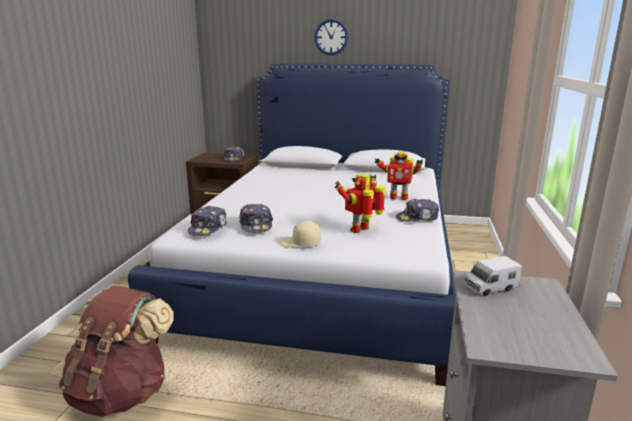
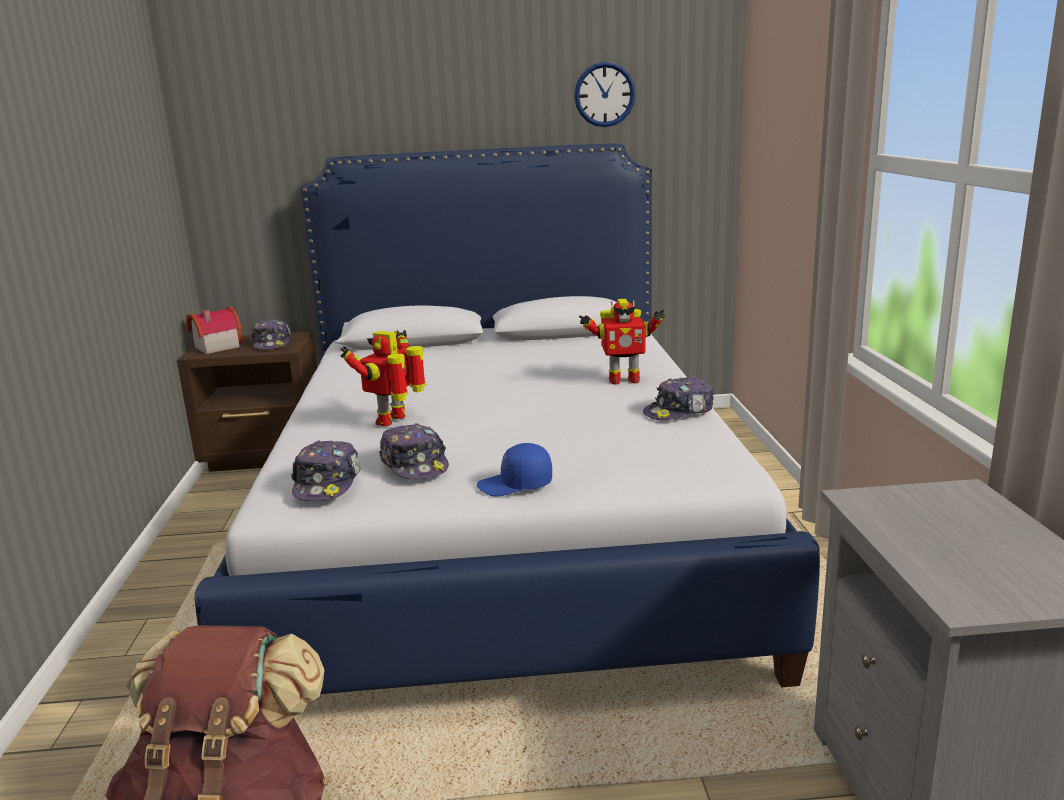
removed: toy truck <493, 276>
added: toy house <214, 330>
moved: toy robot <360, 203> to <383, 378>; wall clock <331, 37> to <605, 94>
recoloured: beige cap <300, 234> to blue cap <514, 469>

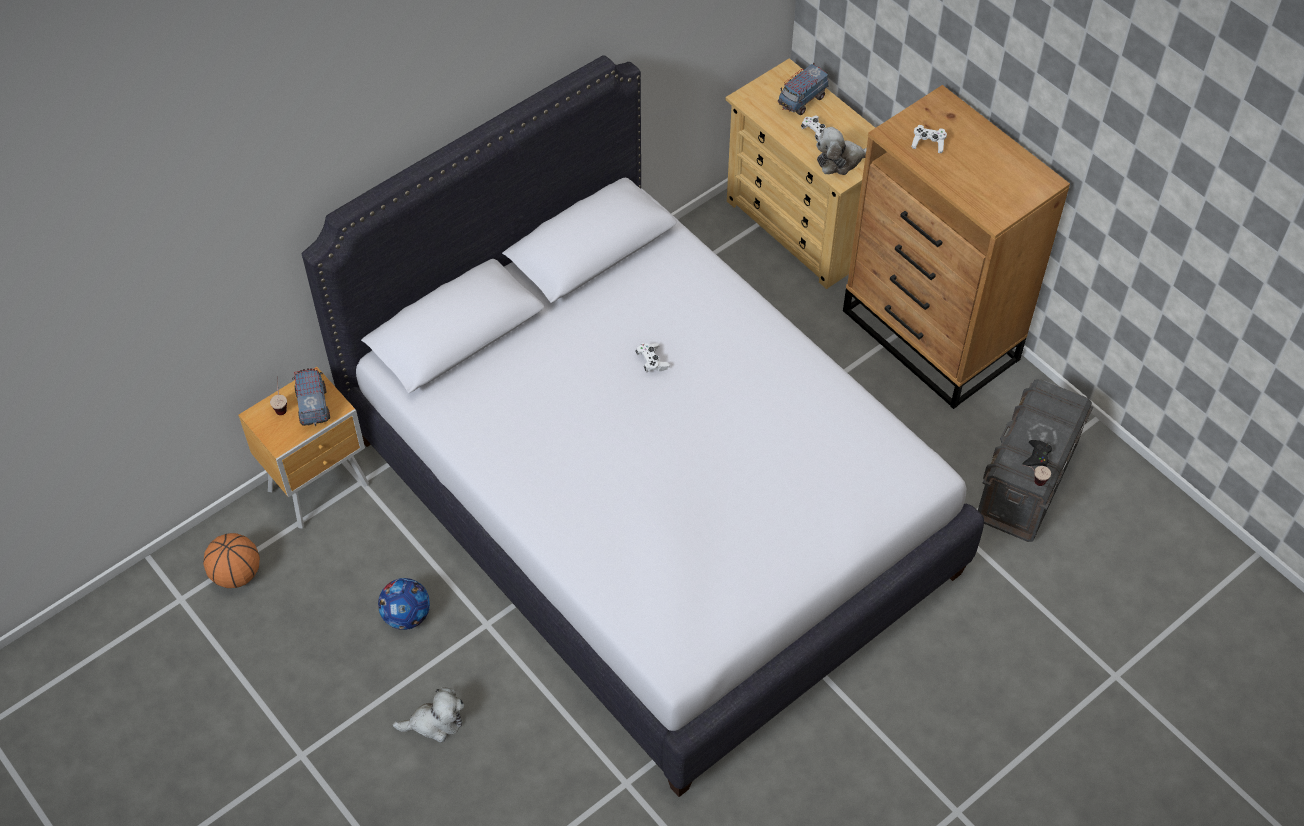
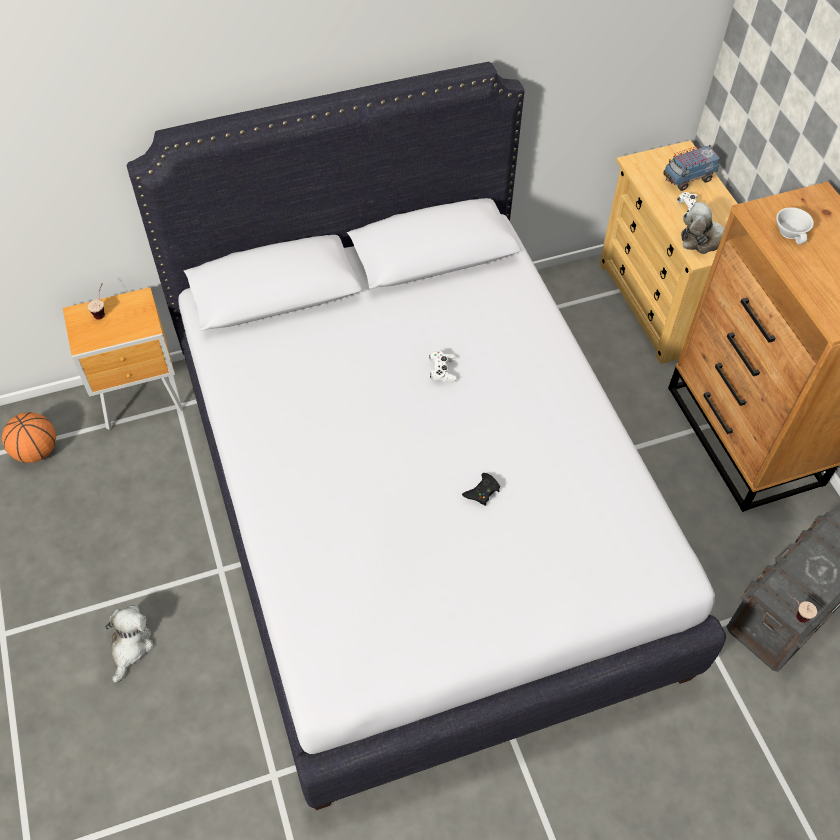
removed: toy truck <311, 397>; football <404, 604>
moved: black game controller <1037, 453> to <481, 489>
replaced: white game controller <929, 139> to white cup <795, 225>
turned: plush toy <428, 714> = <129, 644> 90 degrees counterclockwise

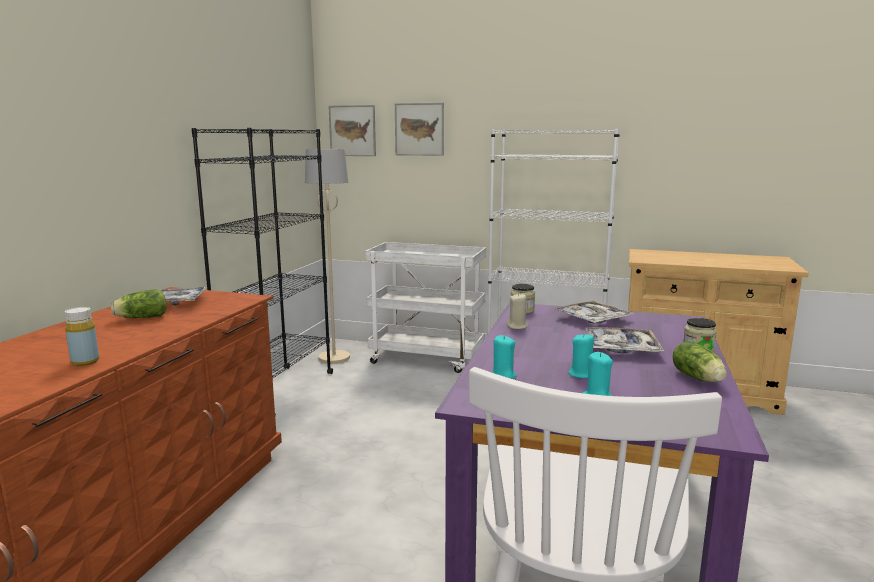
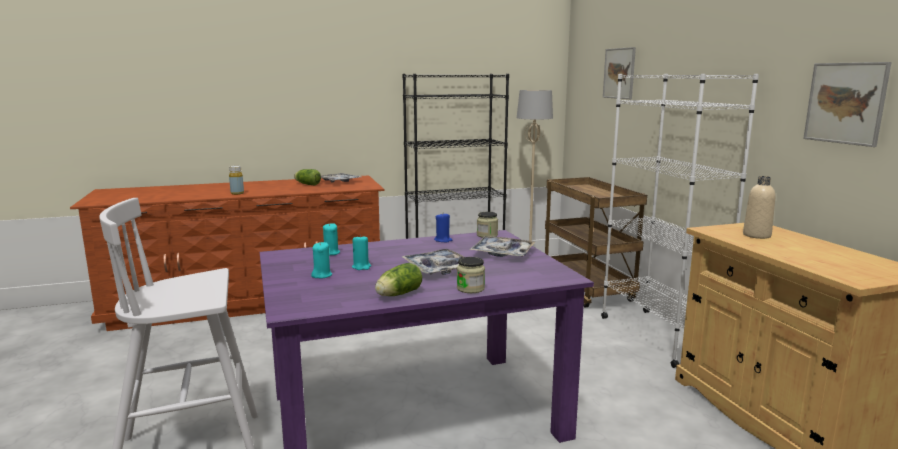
added: beige bottle <759, 207>
moved: picture <352, 130> to <847, 104>
recoloured: beige candle <517, 311> to blue candle <443, 228>; white cart <425, 307> to brown cart <596, 242>

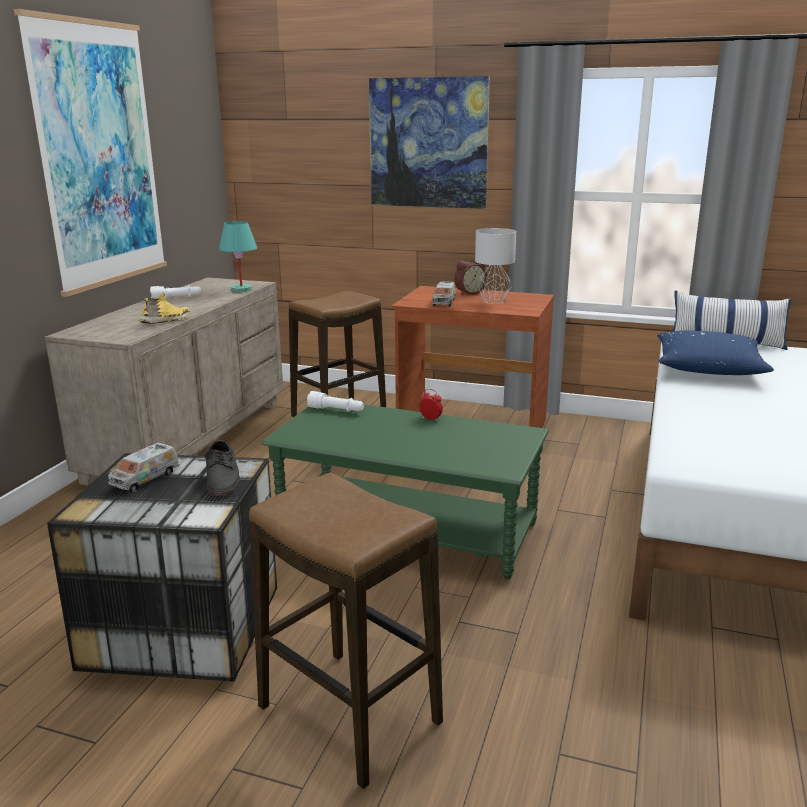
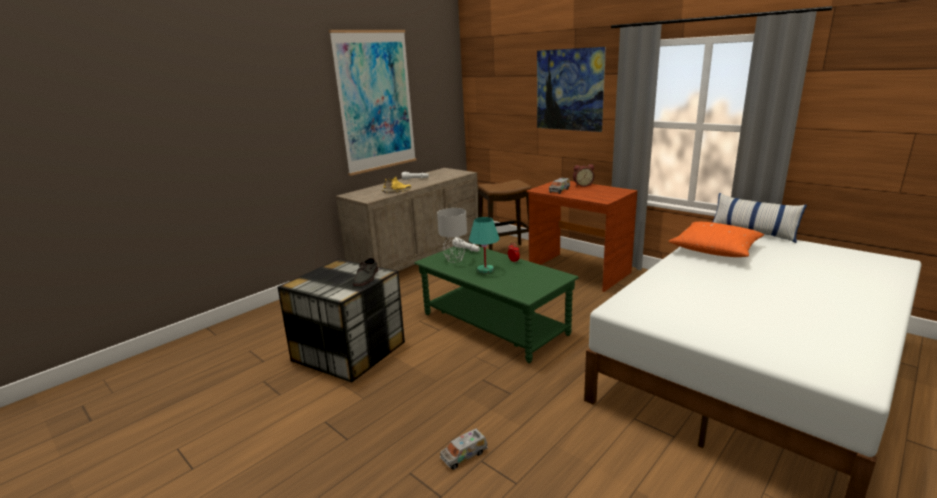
removed: stool <346, 630>
moved: grey table lamp <495, 266> to <452, 235>; toy truck <143, 468> to <464, 449>; turquoise table lamp <238, 256> to <484, 245>
recoloured: blue pillow <715, 353> to orange pillow <716, 239>

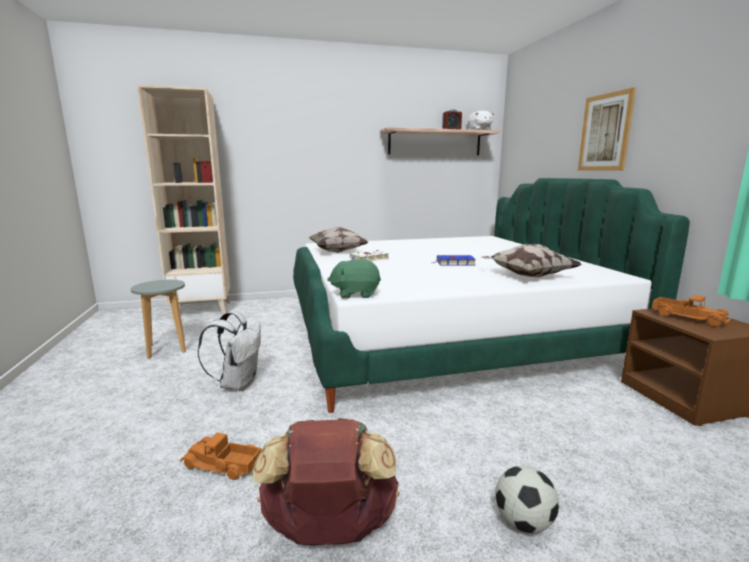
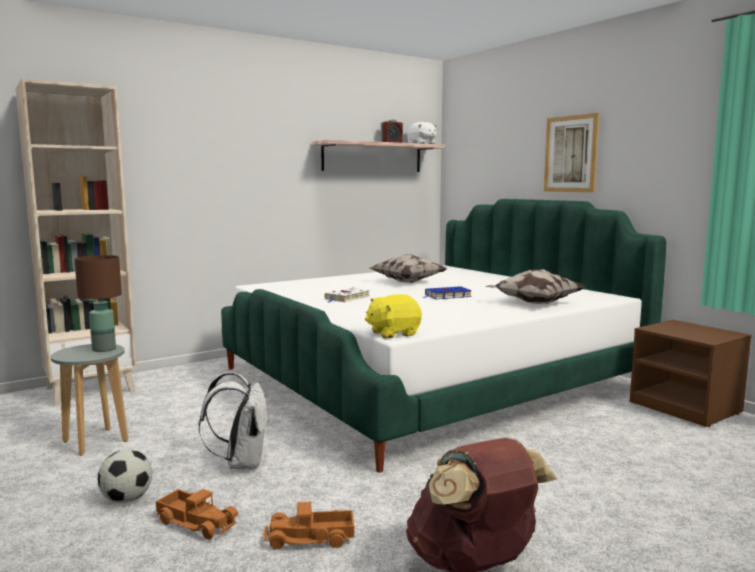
added: brown table lamp <98, 303>
moved: football <527, 499> to <125, 476>; toy truck <691, 311> to <197, 514>; pillow <338, 240> to <408, 268>
recoloured: green plush toy <354, 278> to yellow plush toy <393, 316>

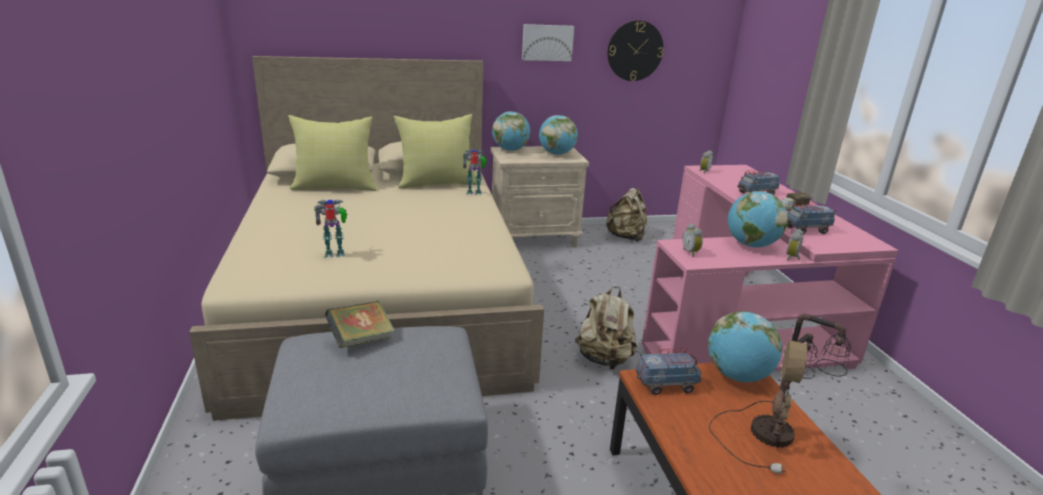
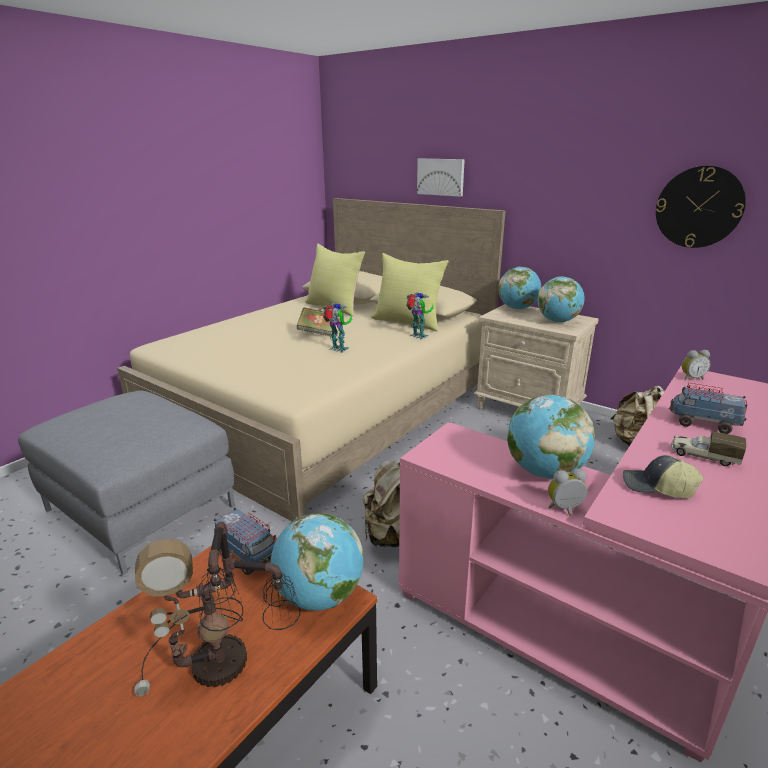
removed: alarm clock <692, 240>
moved: book <360, 324> to <317, 322>; toy robot <330, 228> to <337, 328>; picture <548, 42> to <441, 178>
replaced: toy truck <811, 218> to cap <663, 476>

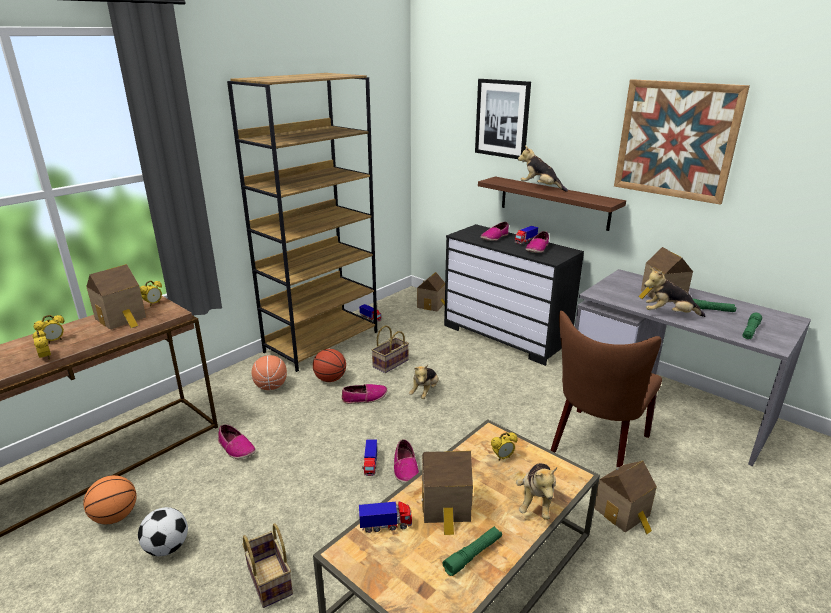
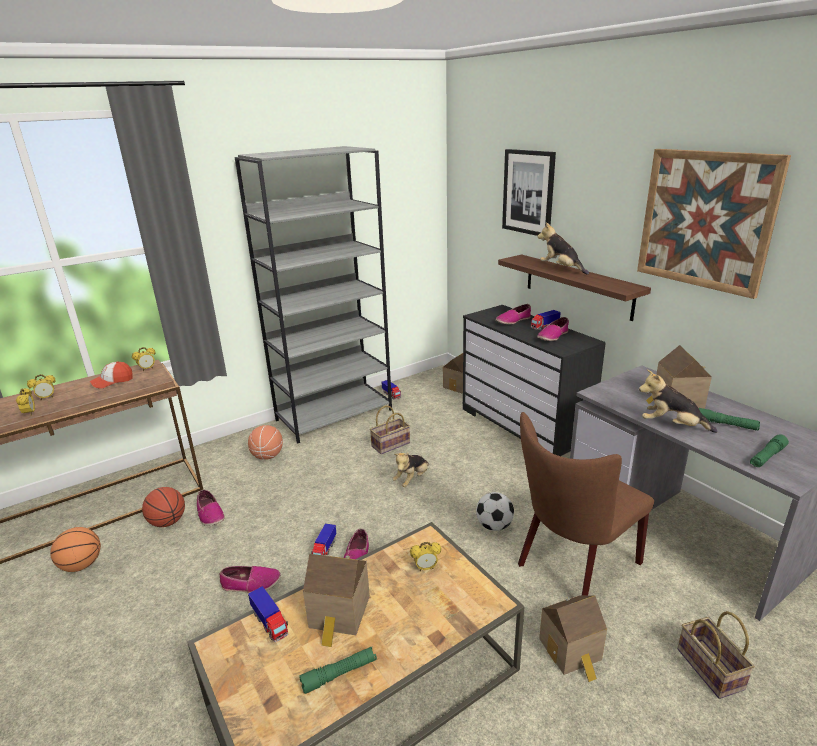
removed: plush toy <536, 491>
moved: basketball <329, 365> to <163, 507>; shoe <364, 394> to <250, 579>; football <163, 531> to <495, 511>; basket <267, 565> to <716, 655>
replaced: toy house <116, 297> to cap <111, 375>
recoloured: brown bookcase <302, 222> to grey bookcase <313, 295>
turned: toy truck <385, 517> = <268, 614> 45 degrees clockwise

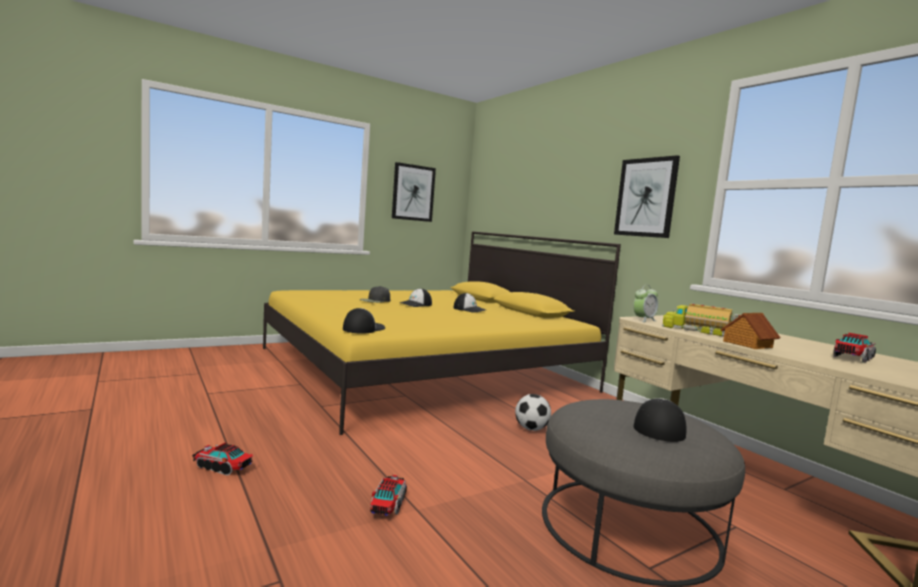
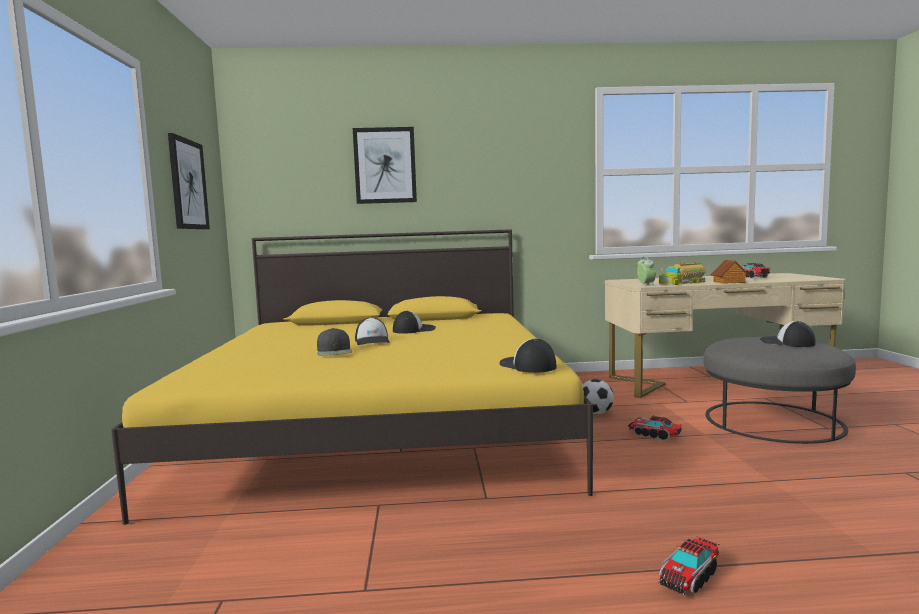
moved: picture <647, 196> to <385, 165>; toy truck <388, 495> to <655, 428>

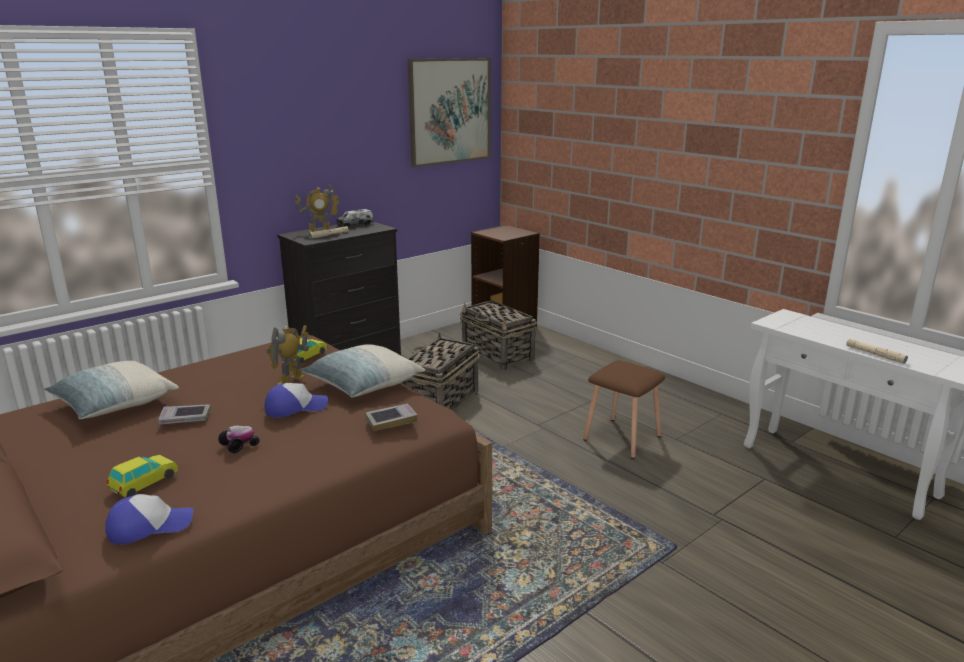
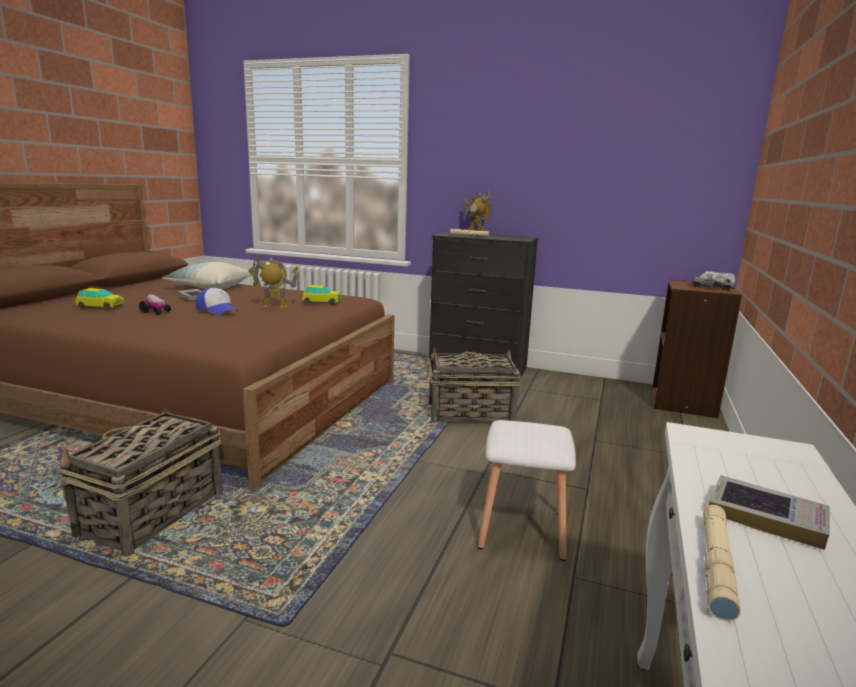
removed: cap <149, 519>; pillow <362, 371>; picture <449, 112>
moved: basket <498, 335> to <140, 480>; toy truck <355, 218> to <713, 280>; book <391, 417> to <769, 512>
recoloured: brown stool <624, 409> to white stool <527, 490>

